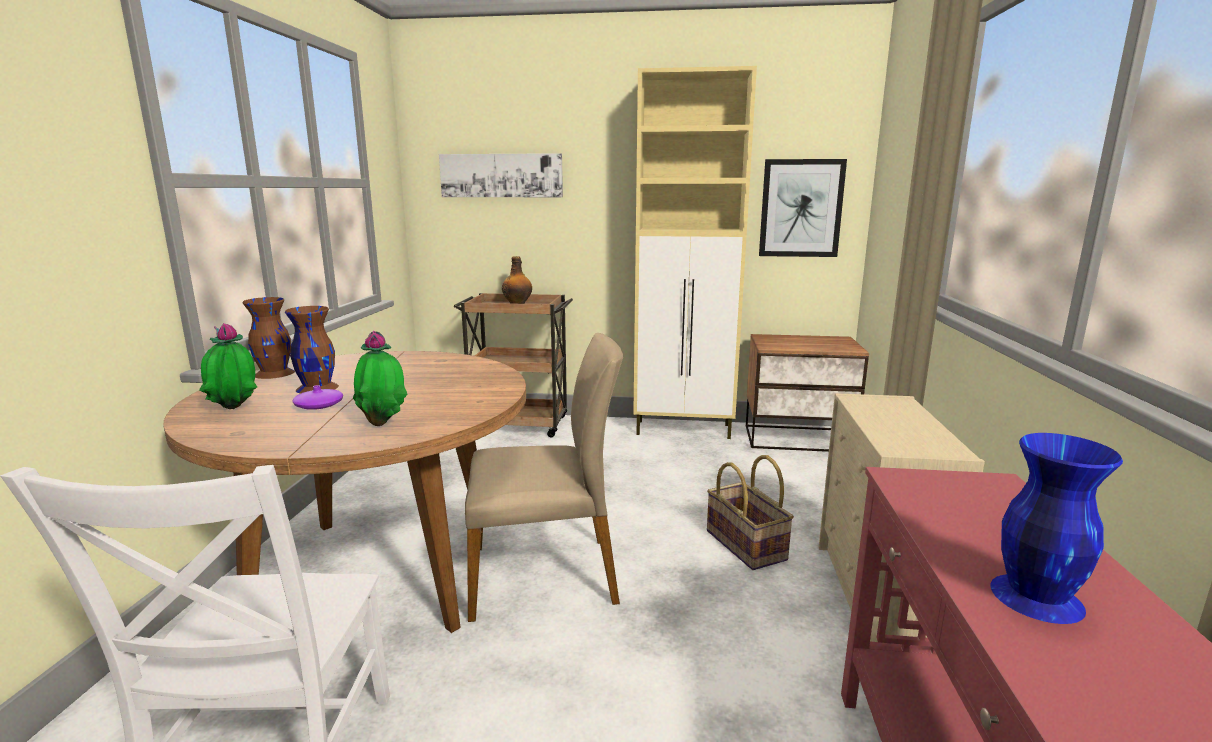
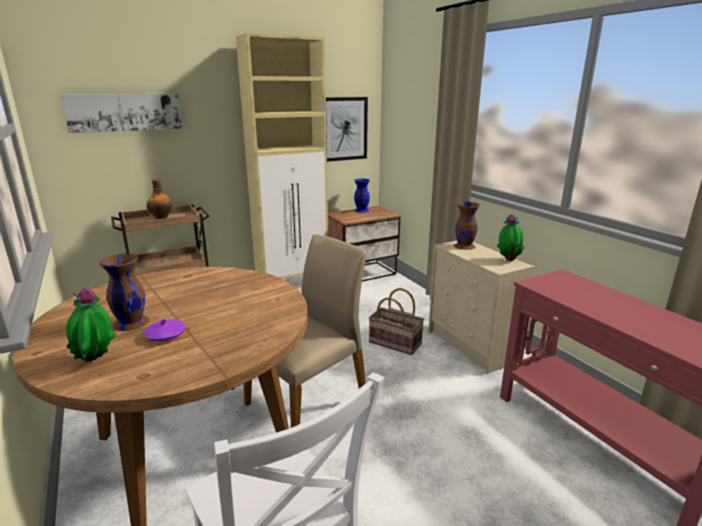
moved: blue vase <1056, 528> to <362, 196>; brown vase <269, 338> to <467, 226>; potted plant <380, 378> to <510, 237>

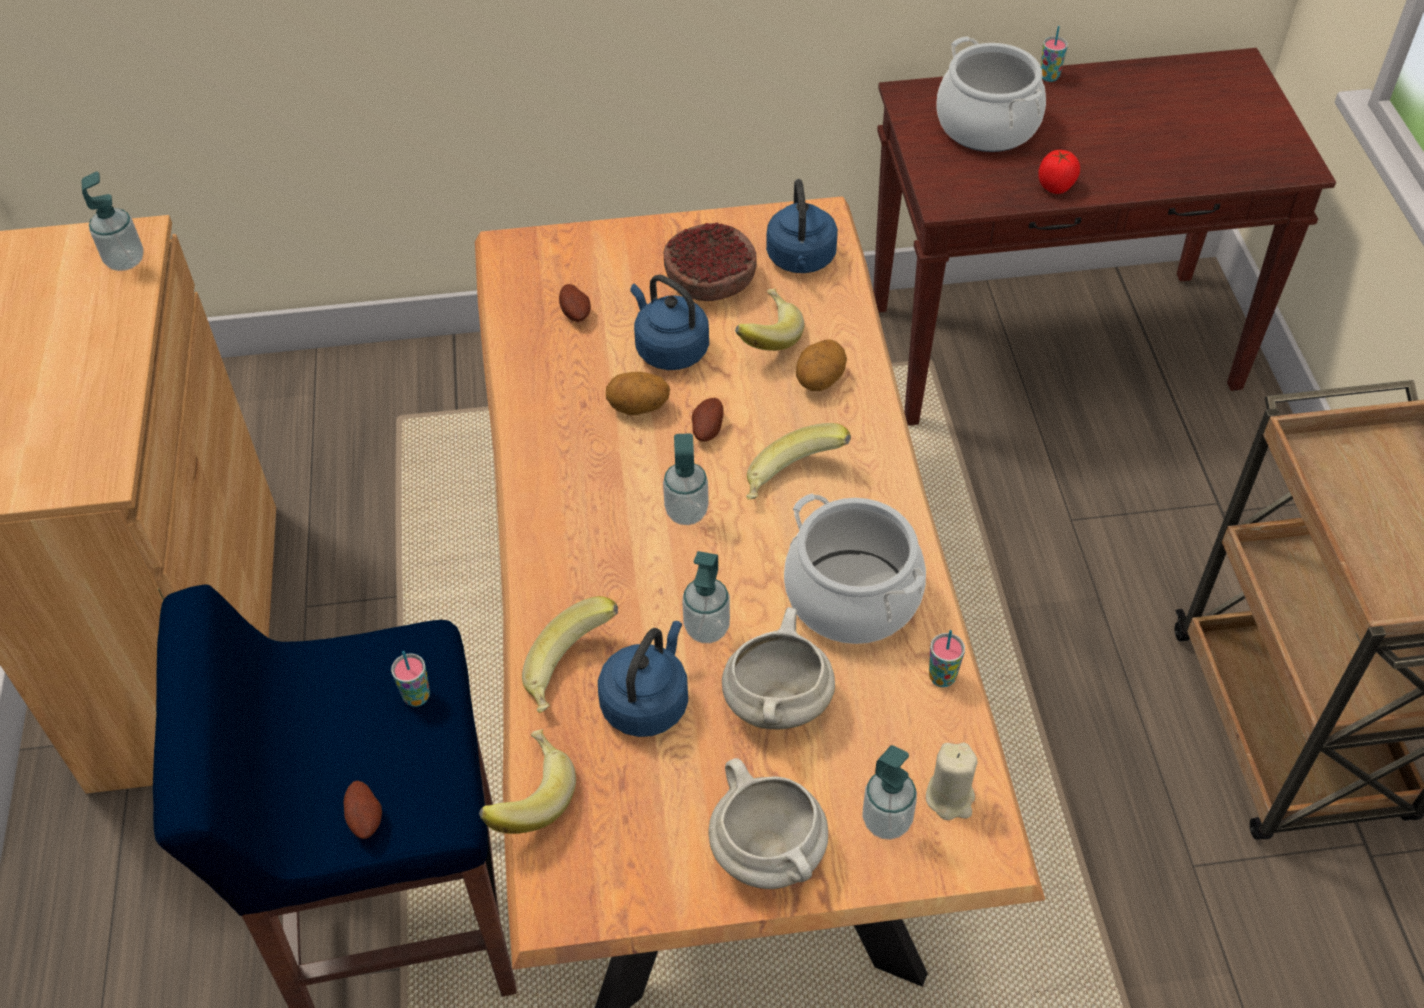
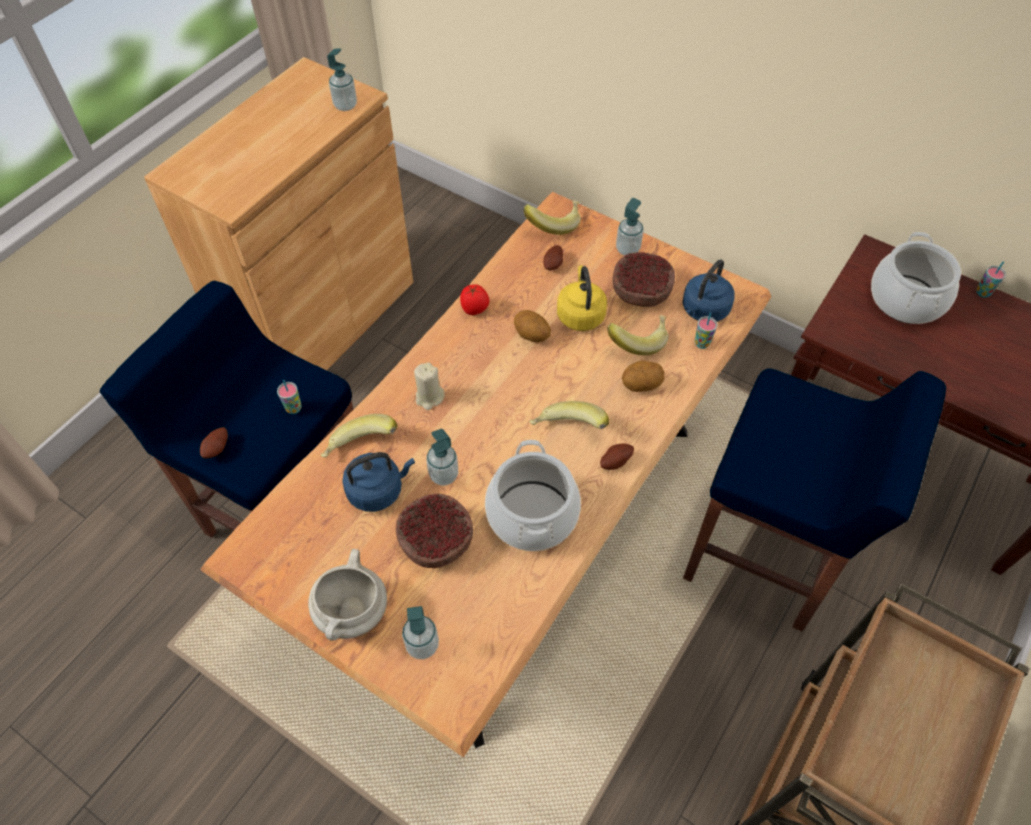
added: blue stool <814, 499>
moved: beige candle <951, 781> to <429, 386>; tomato <1059, 172> to <474, 299>; banana <527, 781> to <552, 218>; potato <708, 420> to <617, 456>; soap dispenser <686, 479> to <629, 227>; cup <947, 658> to <706, 331>
replaced: white cooking pot <778, 668> to bowl <434, 531>
recoloured: blue kettle <669, 322> to yellow kettle <582, 298>

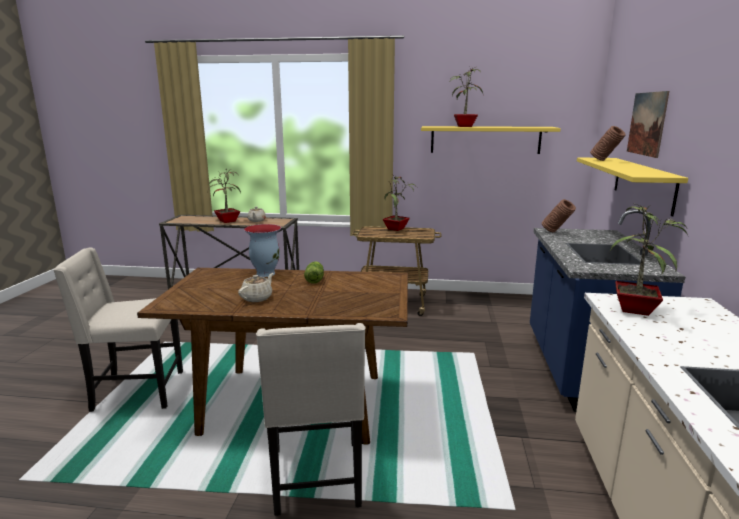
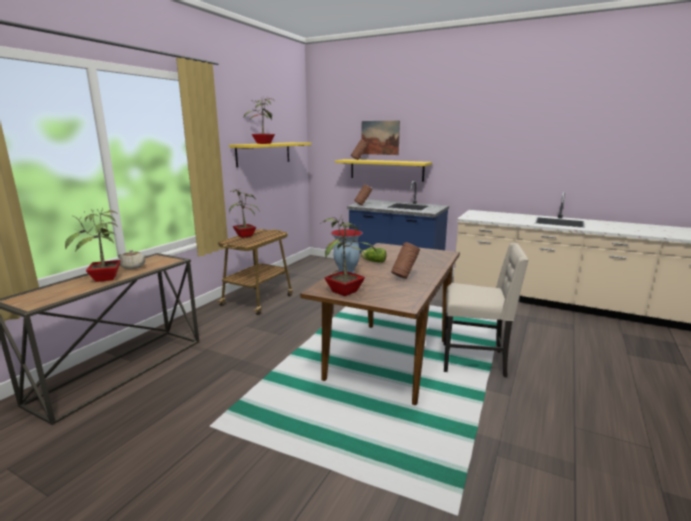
removed: beige chair <118, 330>
moved: potted plant <649, 260> to <349, 256>
replaced: beige teapot <255, 287> to brown vase <405, 260>

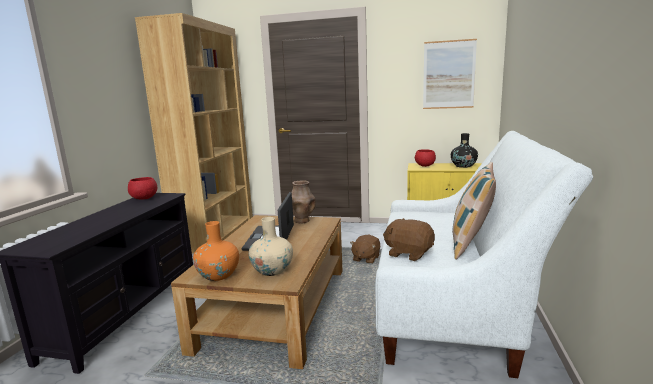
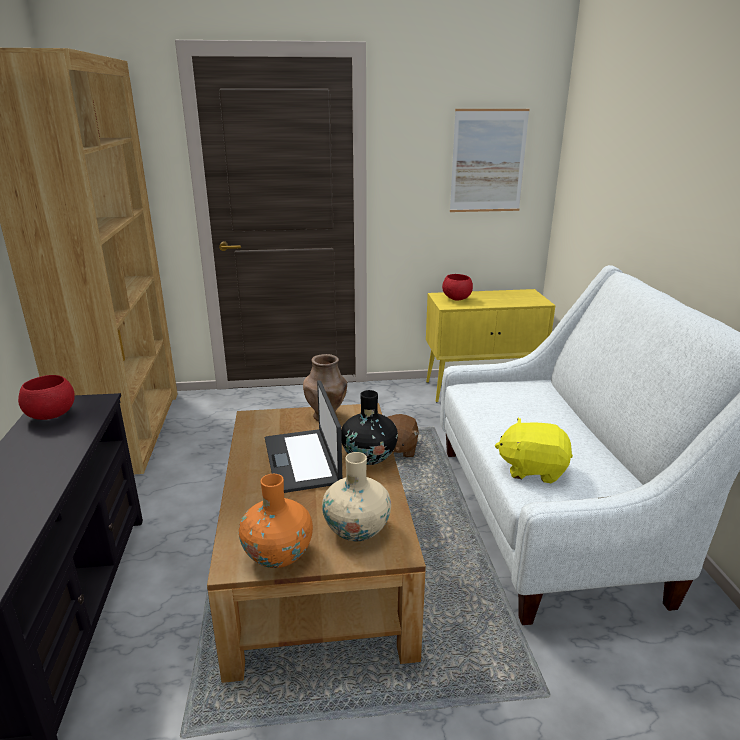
removed: pillow <474, 211>
moved: black vase <464, 150> to <369, 427>
recoloured: brown plush toy <409, 239> to yellow plush toy <534, 450>

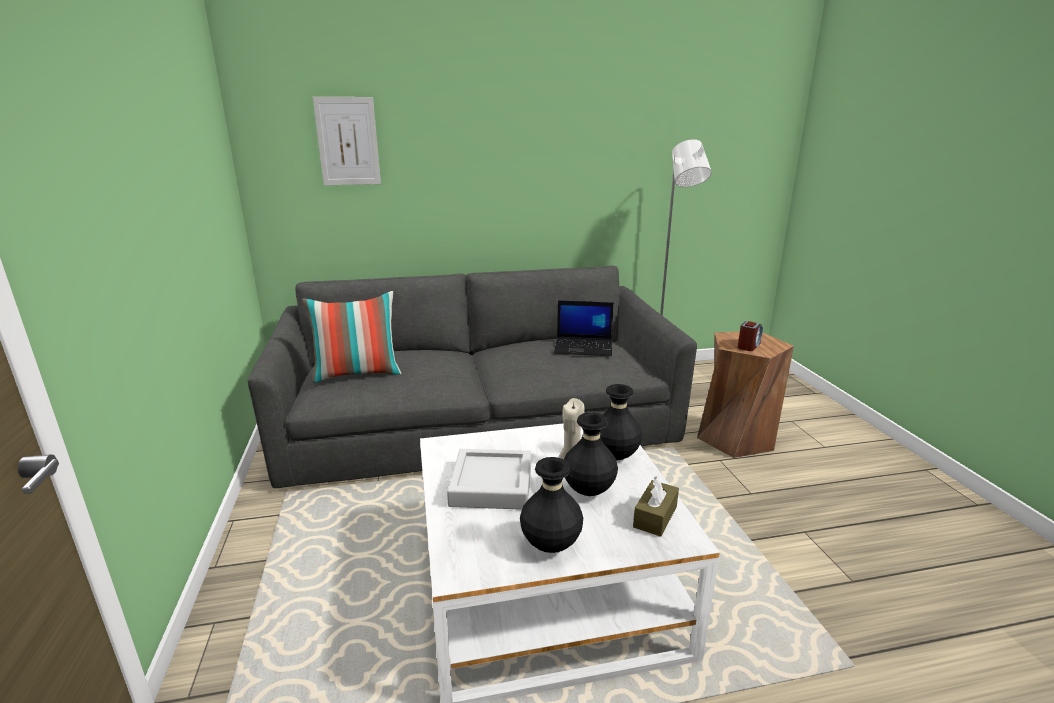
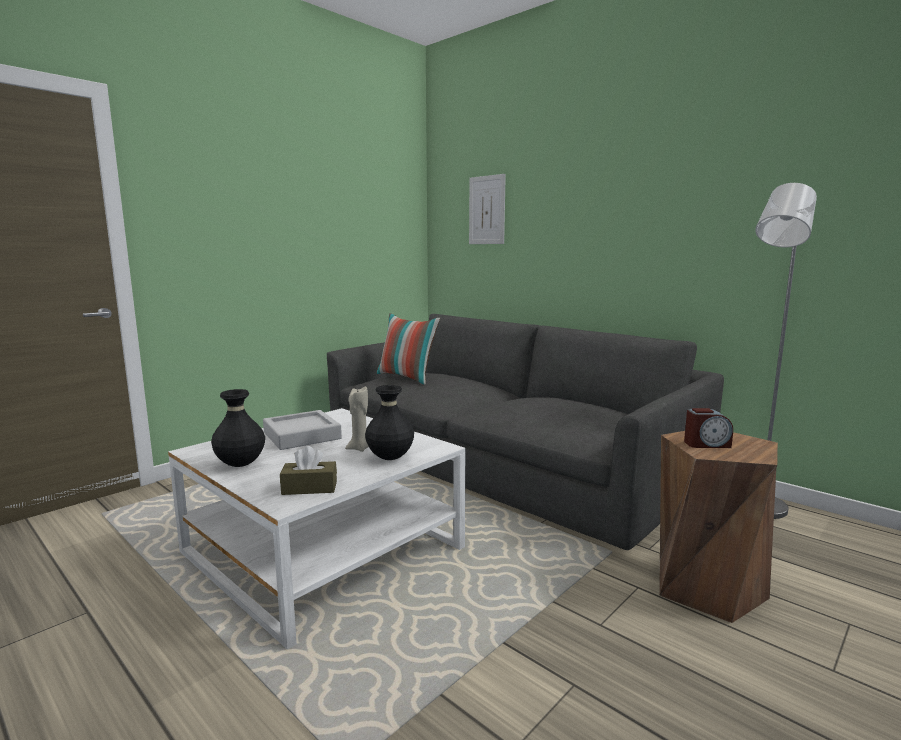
removed: laptop <584, 328>; black vase <591, 454>

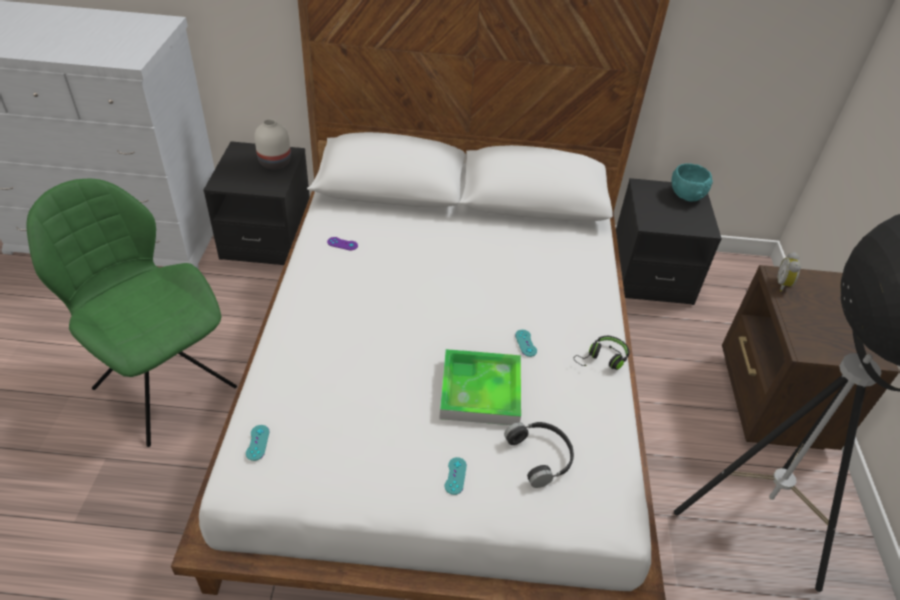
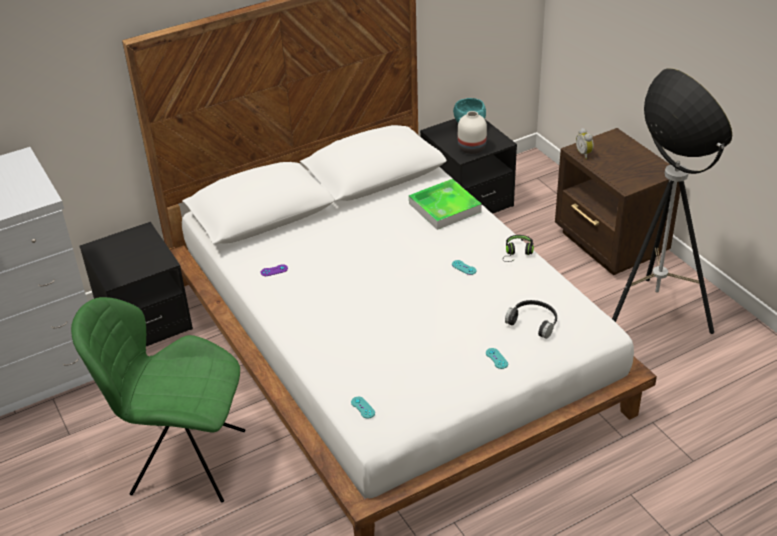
moved: tray <480, 387> to <445, 204>; white vase <272, 144> to <472, 132>

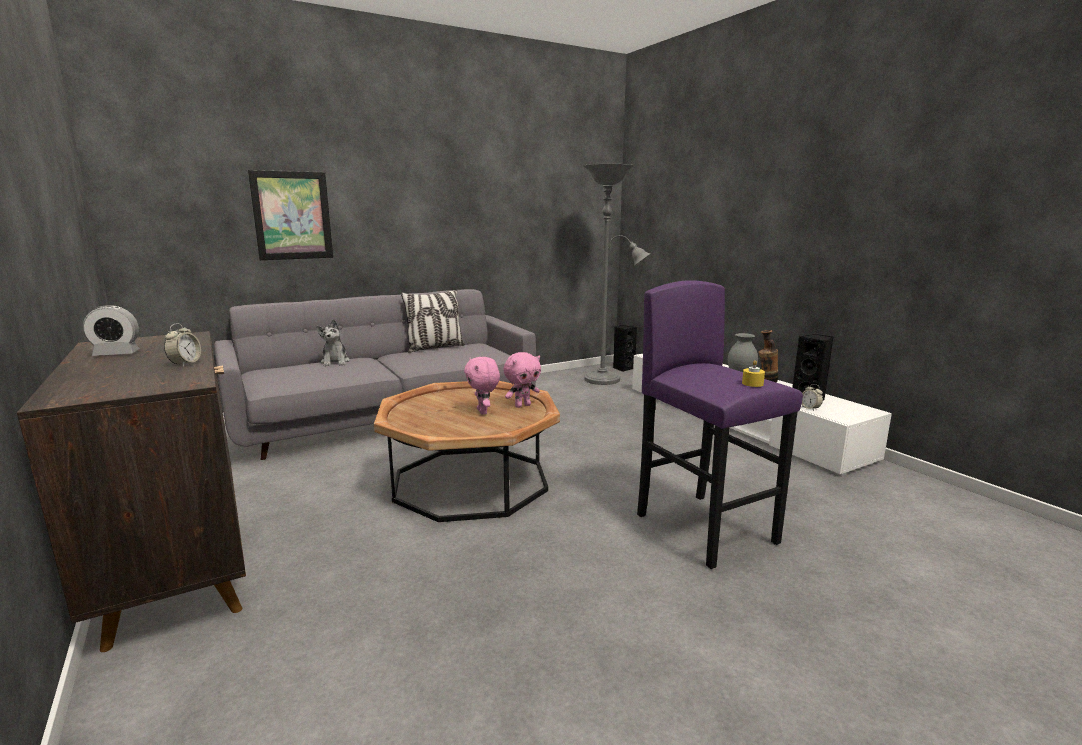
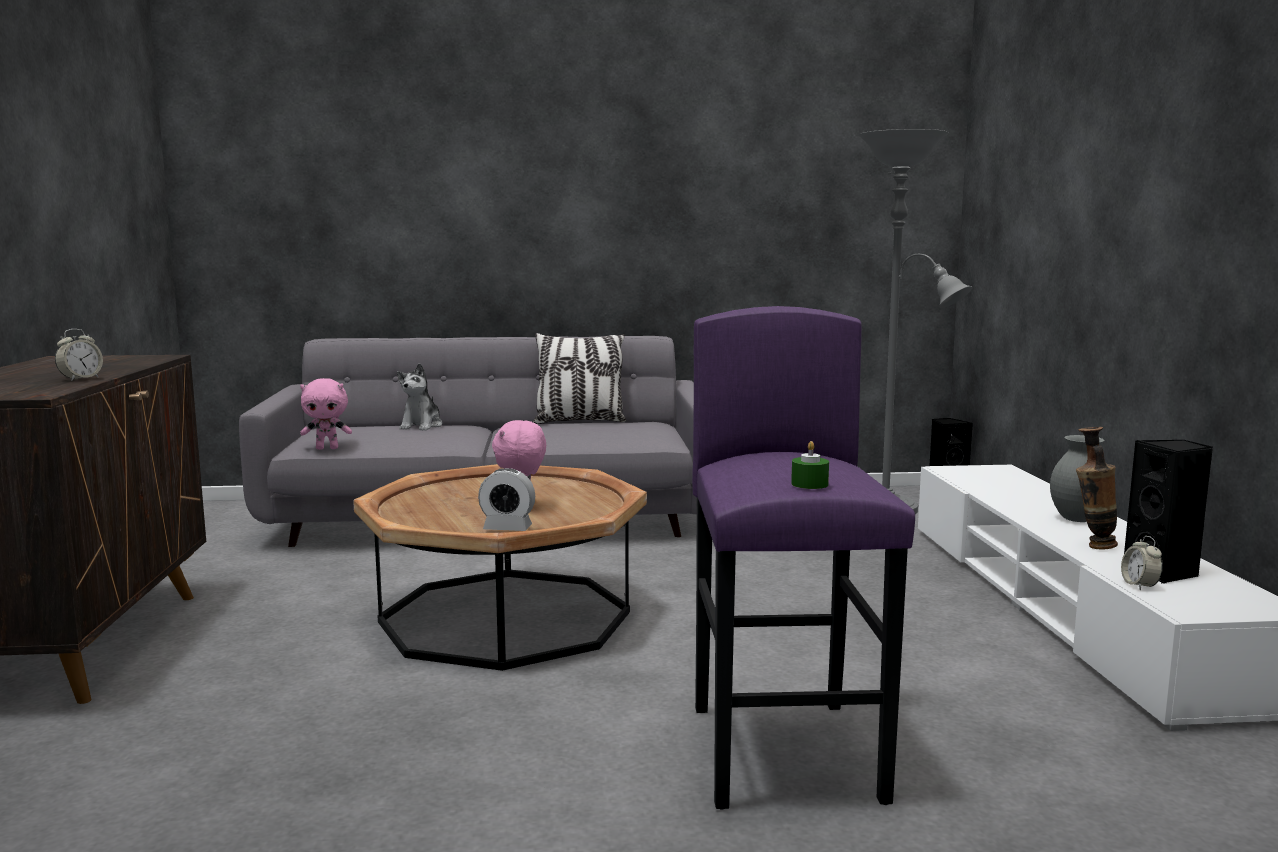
removed: picture <290, 215>
moved: pink plush toy <522, 380> to <326, 414>; alarm clock <111, 330> to <506, 499>
recoloured: yellow candle <753, 373> to green candle <810, 465>

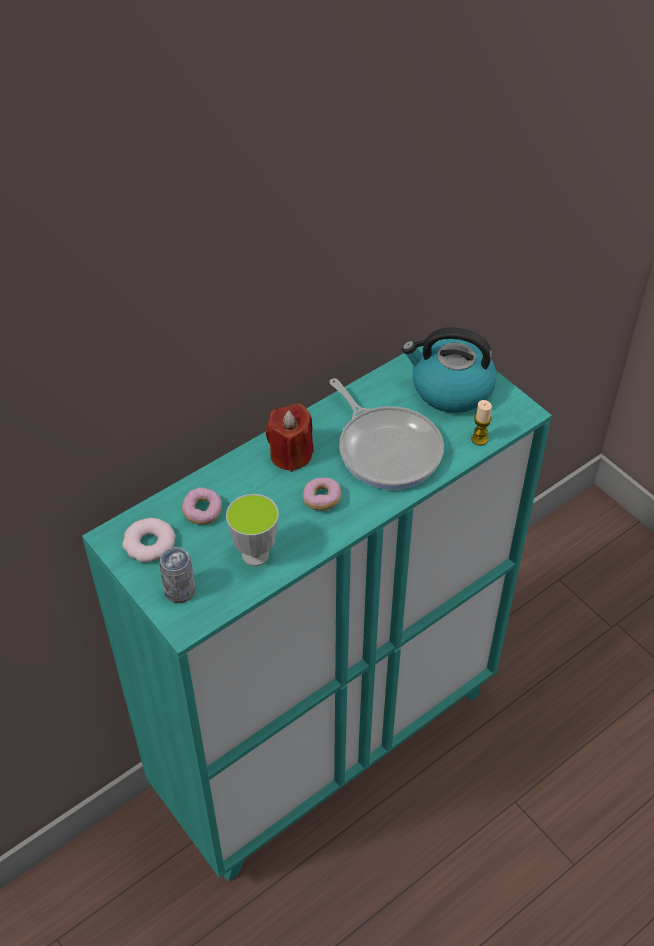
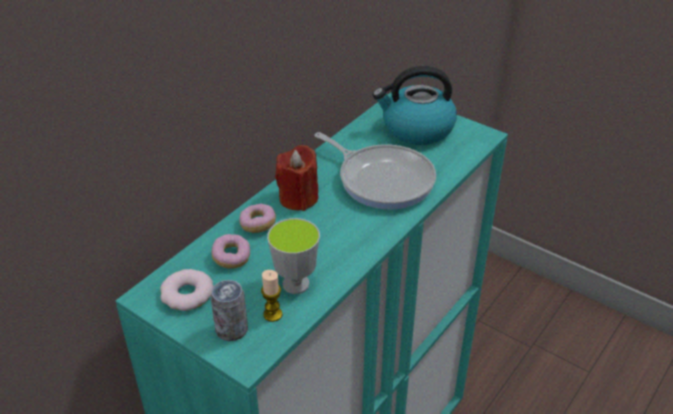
moved: donut <322, 494> to <257, 218>; candle <481, 423> to <271, 296>

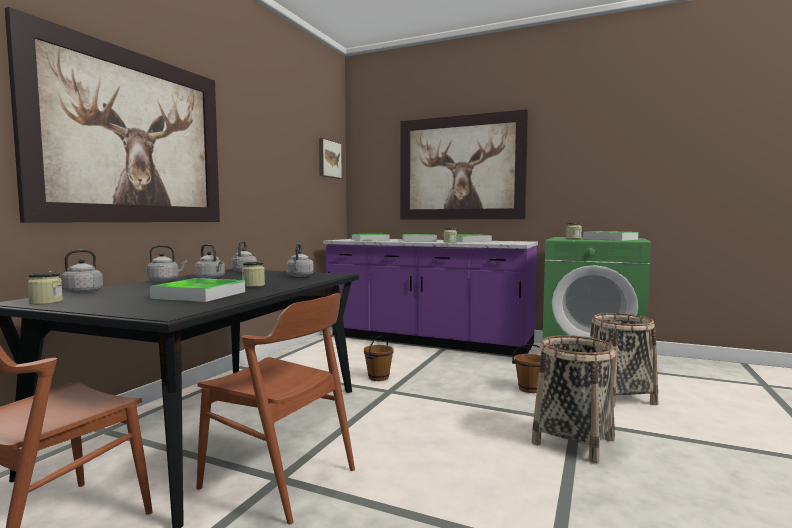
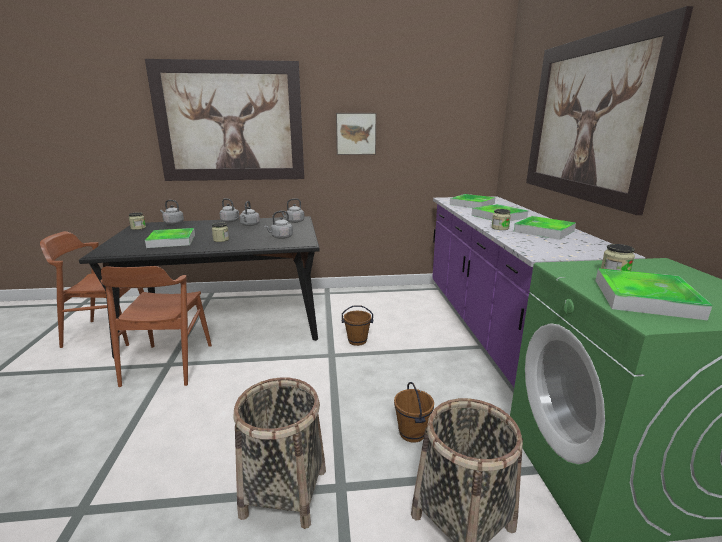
moved: picture <330, 158> to <356, 134>

